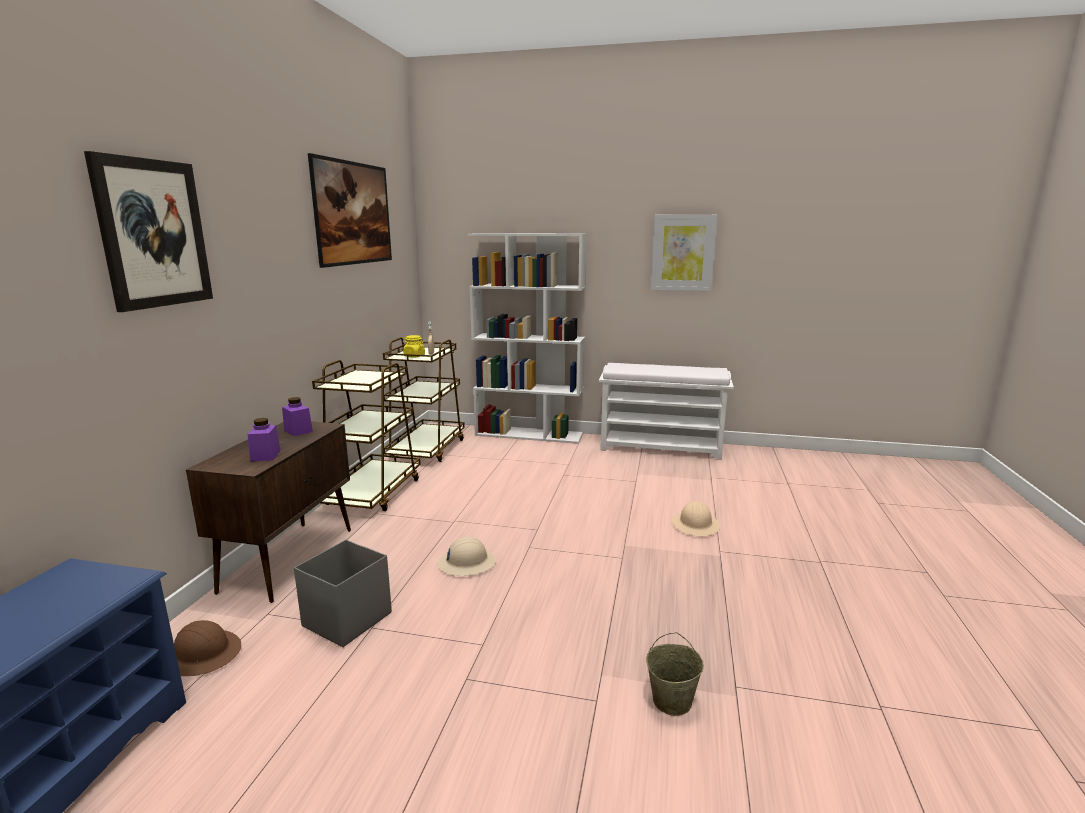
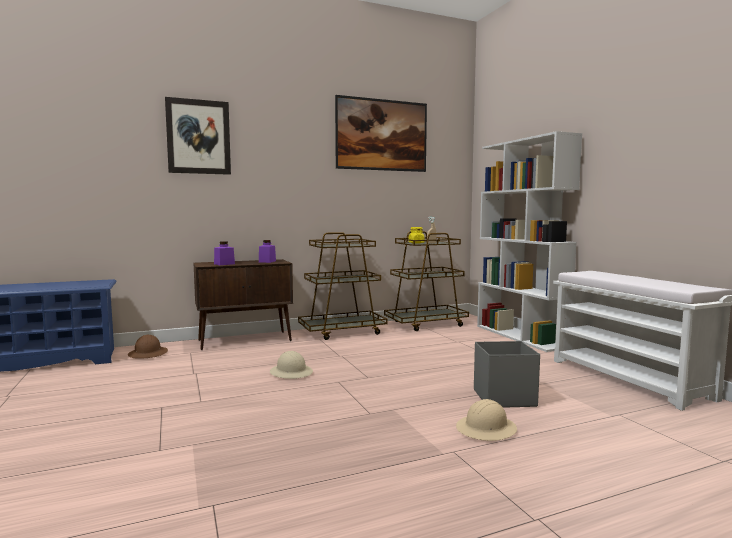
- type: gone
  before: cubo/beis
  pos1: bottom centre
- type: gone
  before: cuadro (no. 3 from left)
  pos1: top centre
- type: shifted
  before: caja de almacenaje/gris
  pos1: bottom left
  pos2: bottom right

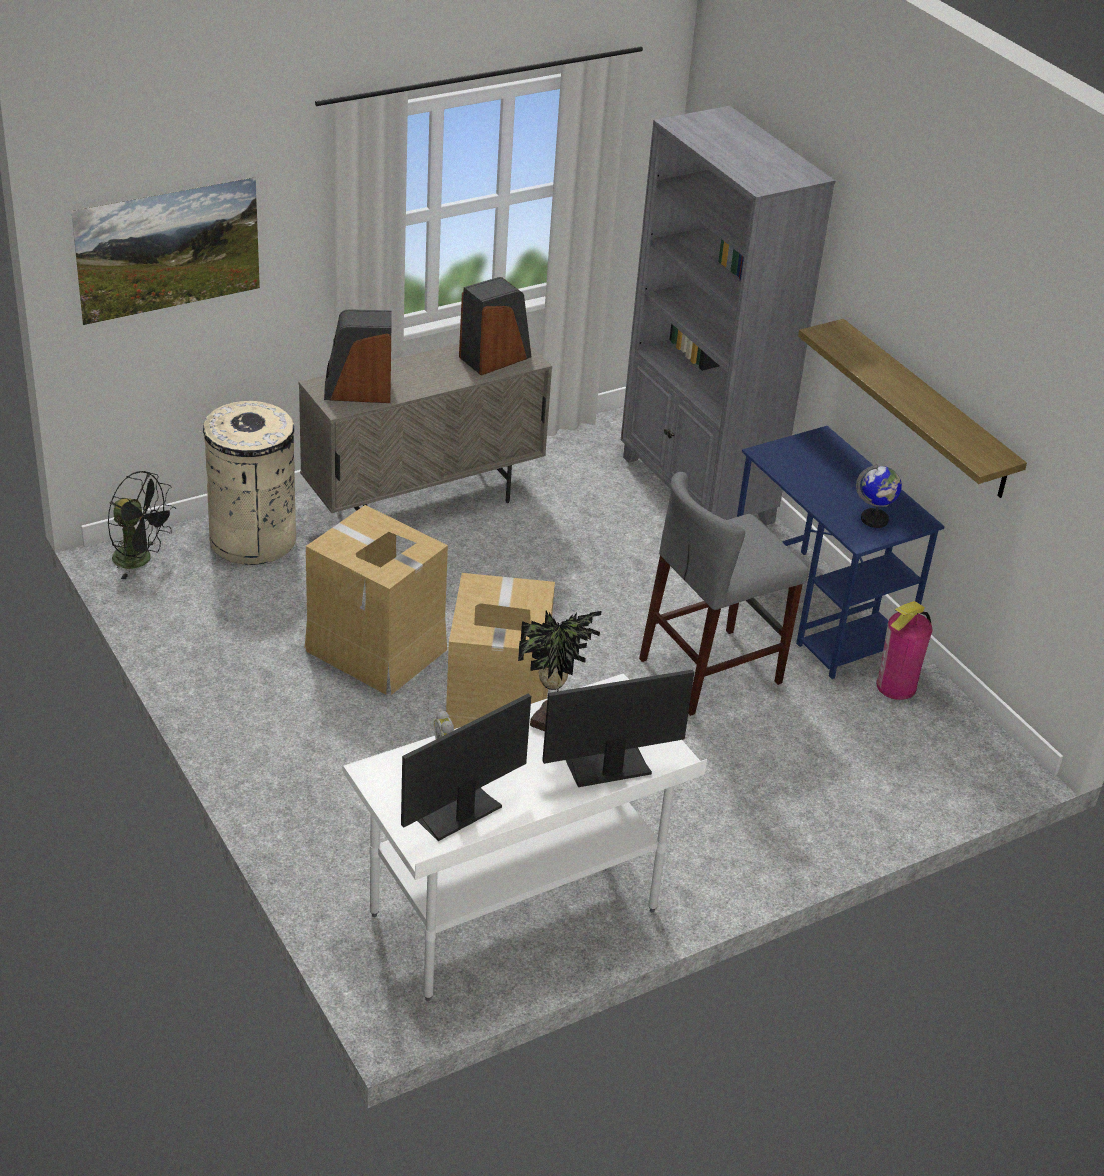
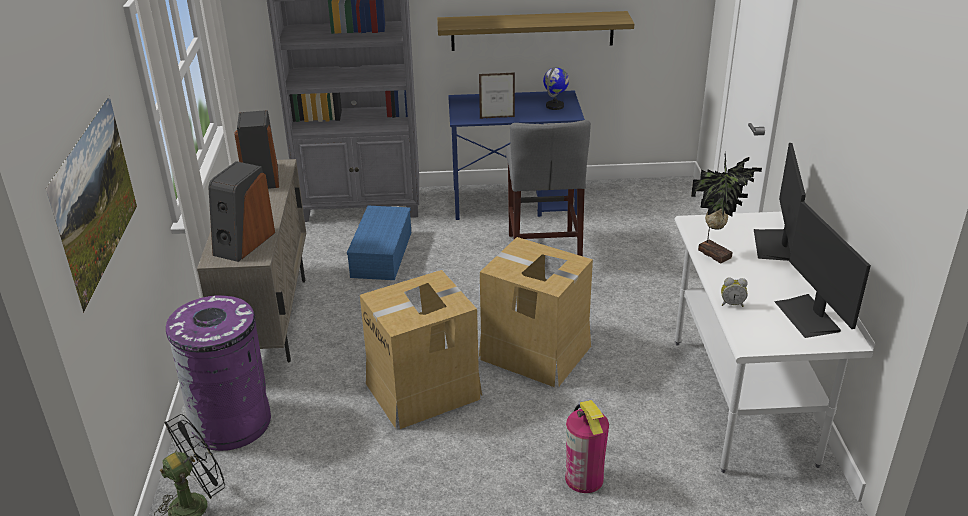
- type: new
  after: caja de almacenaje/azul
  pos2: centre
- type: new
  after: portarretratos
  pos2: top centre
- type: shifted
  before: extintor
  pos1: middle right
  pos2: bottom centre
- type: repainted
  before: papelera/beis
  after: papelera/morado
  pos1: middle left
  pos2: bottom left

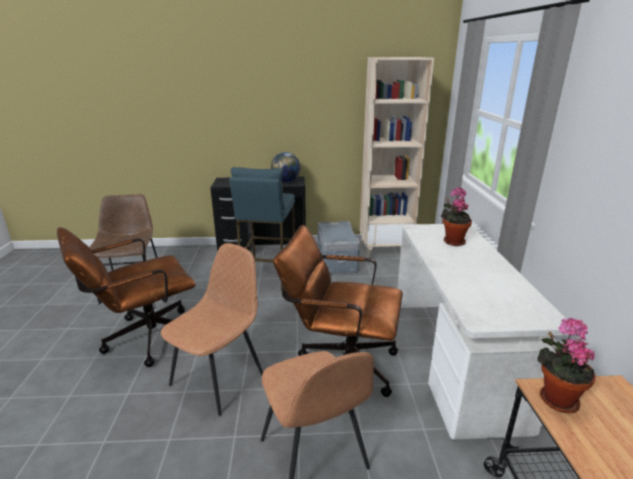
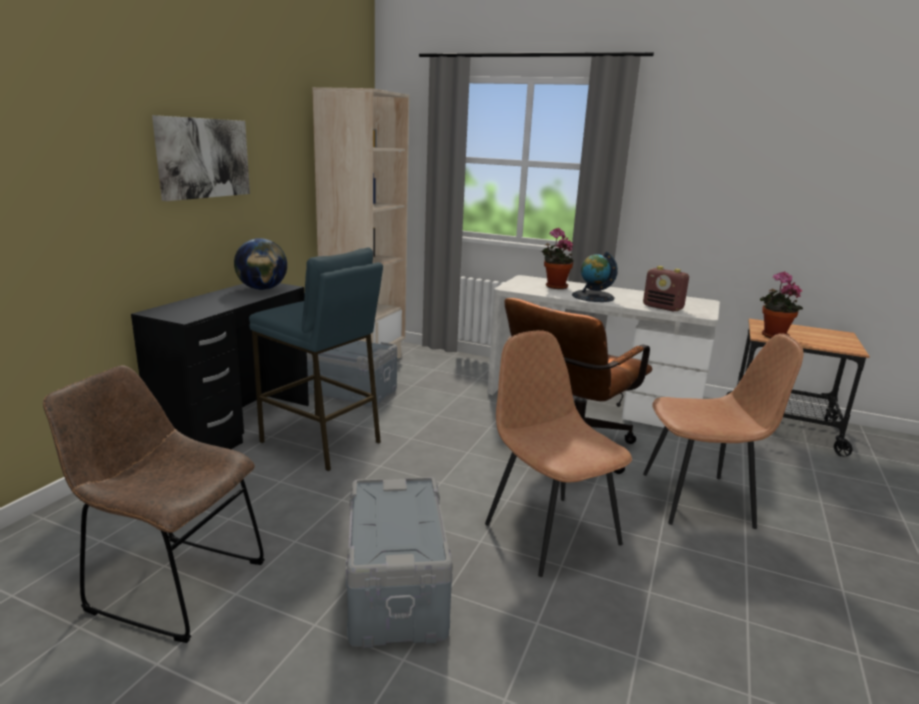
- type: new
  after: cuadro
  pos2: top left
- type: new
  after: globo terráqueo (no. 2 from left)
  pos2: centre
- type: new
  after: radio
  pos2: middle right
- type: swapped
  before: silla de oficina/marrón (no. 1 from left)
  after: caja de almacenaje/gris (no. 2 from left)
  pos1: middle left
  pos2: bottom centre

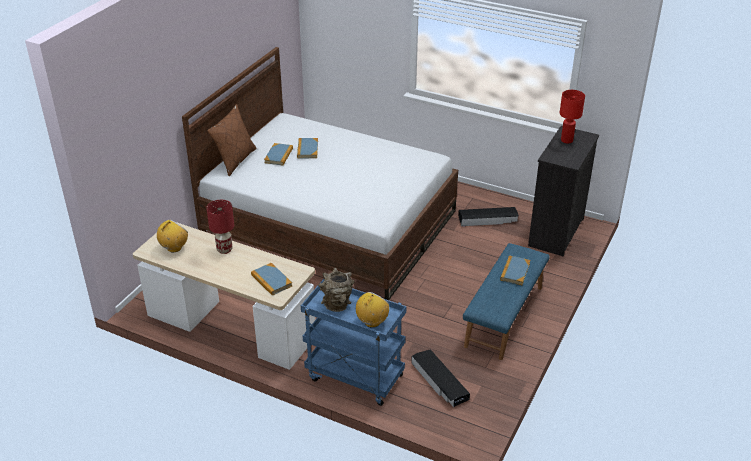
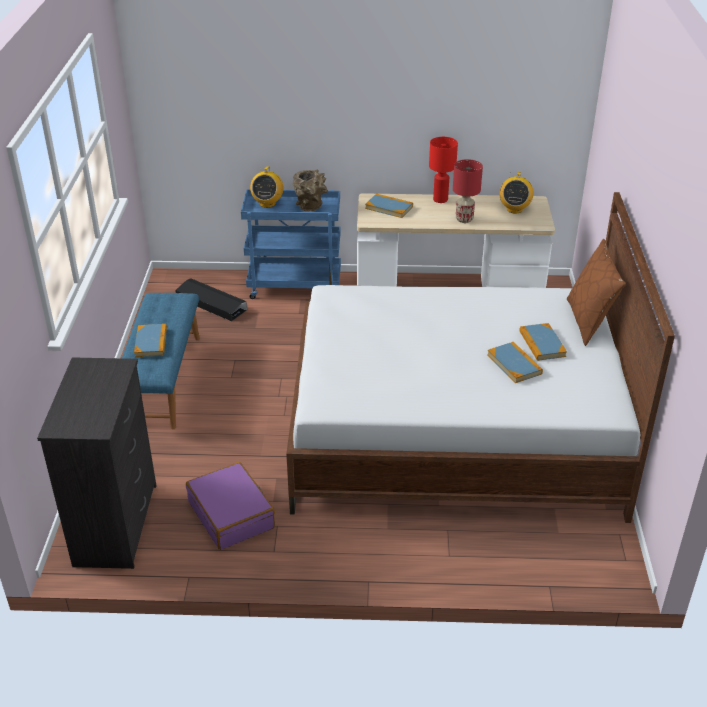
- type: shifted
  before: lámpara de mesa/rojo (no. 2 from left in the first image)
  after: lámpara de mesa/rojo (no. 1 from left)
  pos1: top right
  pos2: top centre
- type: swapped
  before: caja de almacenaje/negro (no. 2 from left)
  after: maleta/morado
  pos1: centre
  pos2: bottom left

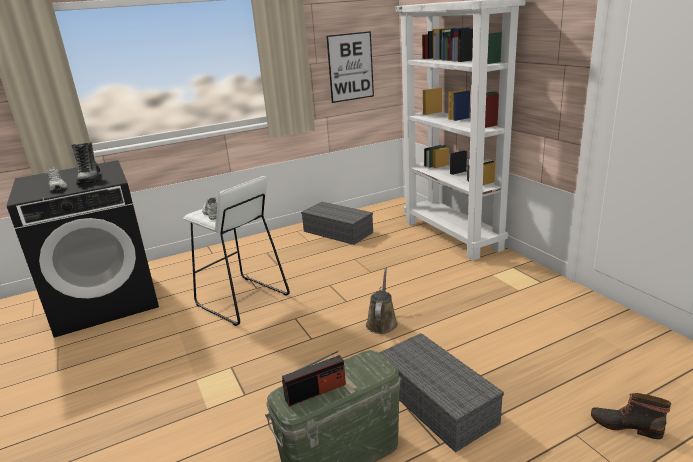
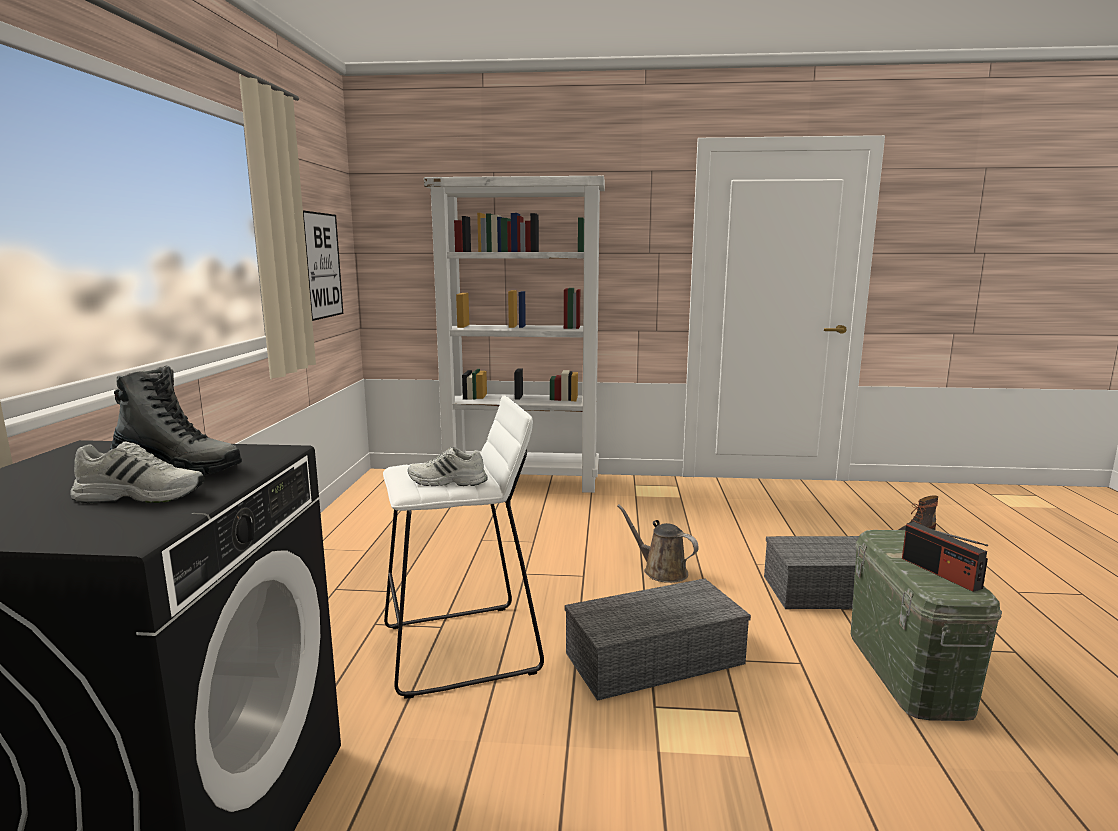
- type: shifted
  before: caja de almacenaje/gris (no. 1 from left)
  pos1: centre
  pos2: bottom centre
- type: rotated
  before: radio
  pos1: bottom centre
  pos2: bottom right
  turn: 150

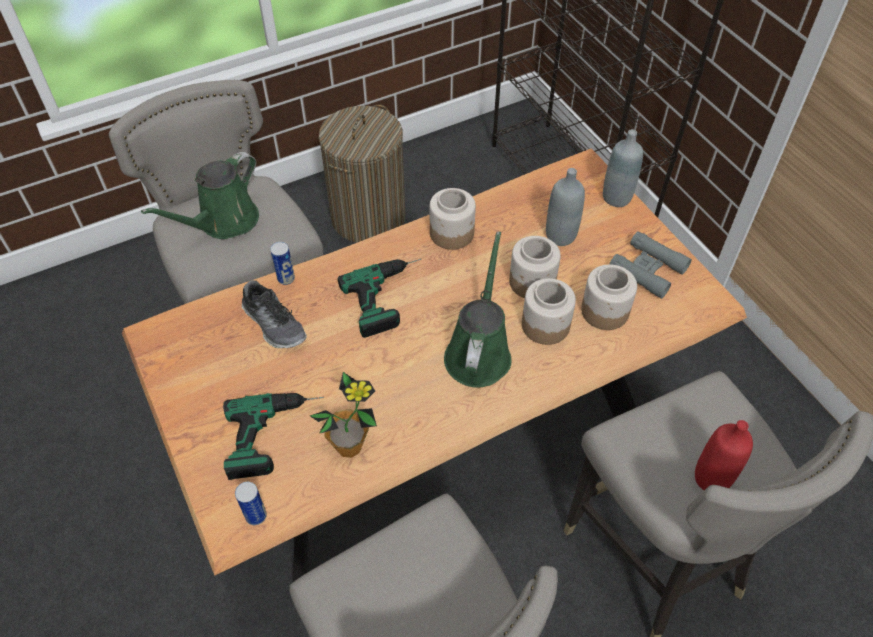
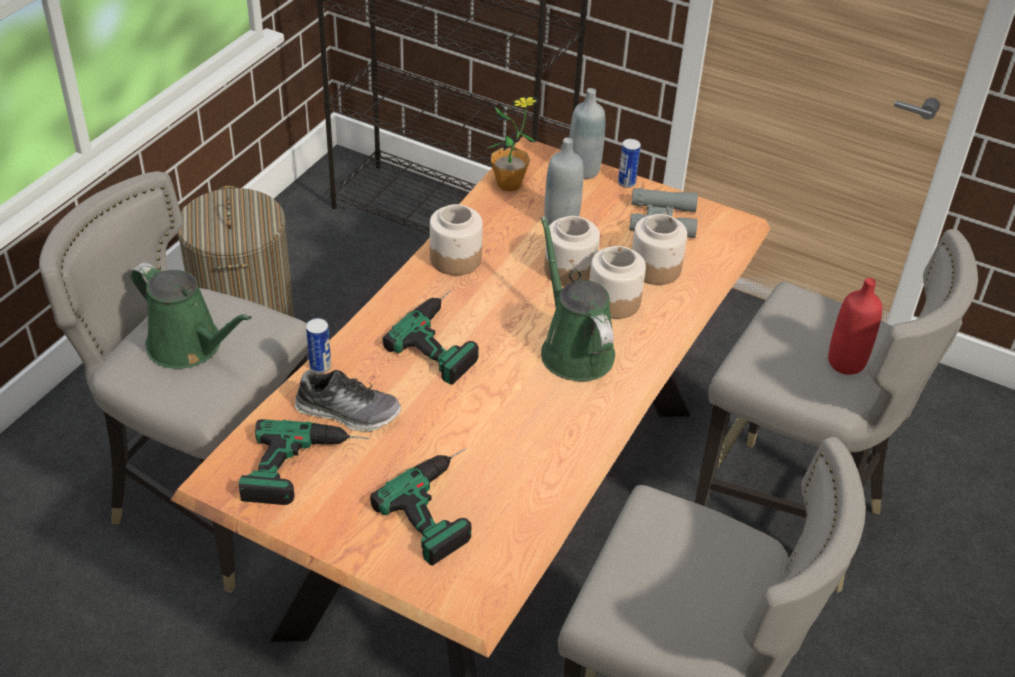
- type: new
  after: taladro (no. 1 from left)
  pos2: bottom left
- type: shifted
  before: lata (no. 1 from left in the first image)
  after: lata (no. 2 from left)
  pos1: bottom left
  pos2: top centre
- type: shifted
  before: planta en maceta
  pos1: centre
  pos2: top centre
- type: rotated
  before: regadera/verde (no. 1 from left)
  pos1: top left
  pos2: middle left
  turn: -60

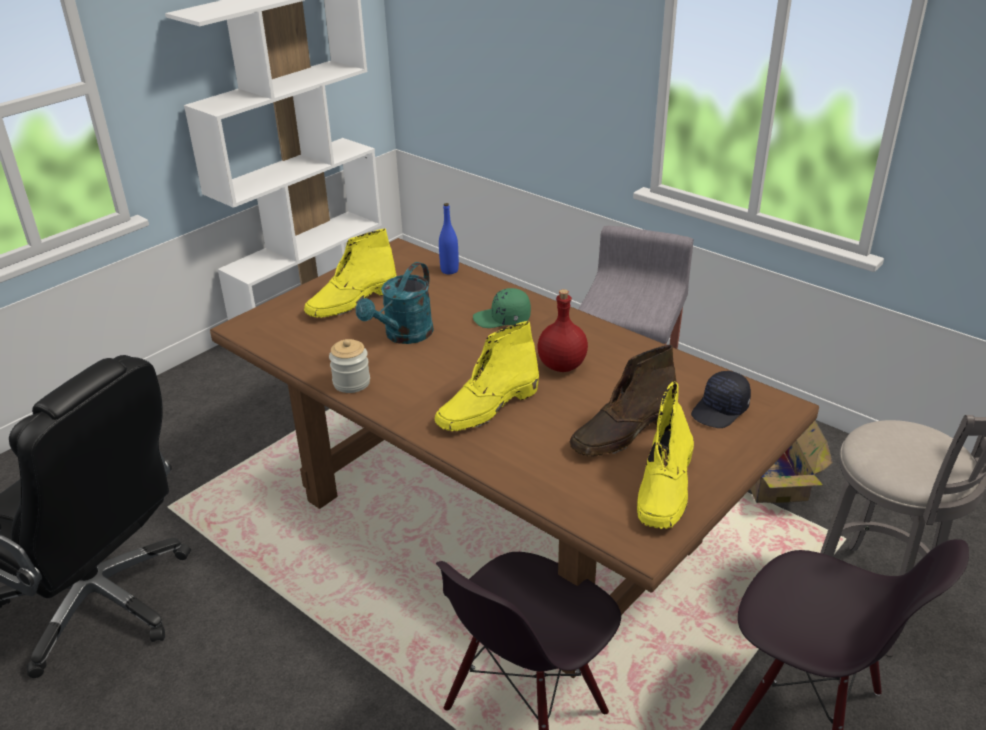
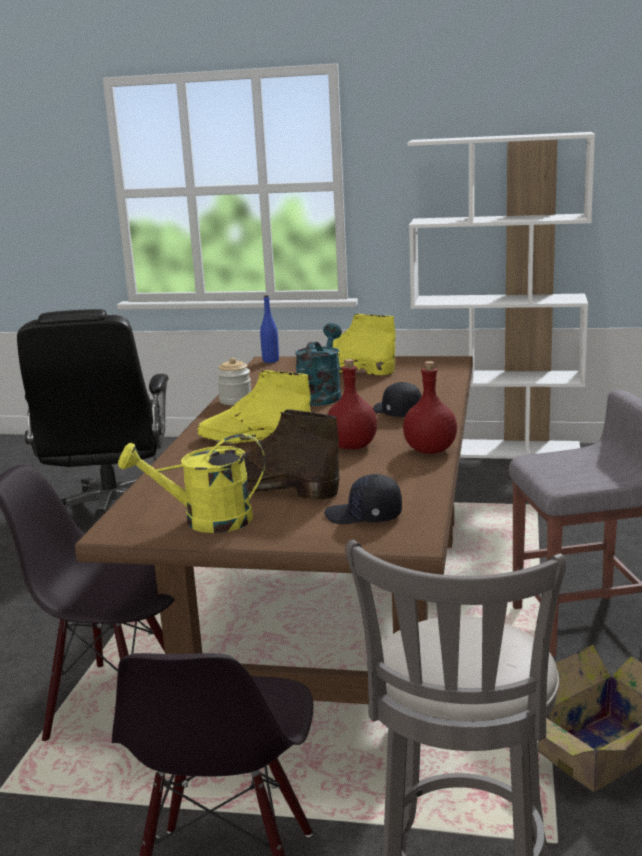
- type: new
  after: botella/rojo (no. 2 from left)
  pos2: middle right
- type: shifted
  before: botella/azul
  pos1: top centre
  pos2: centre
- type: swapped
  before: bota/amarillo (no. 3 from left)
  after: regadera/amarillo
  pos1: middle right
  pos2: middle left
- type: repainted
  before: gorra/verde
  after: gorra/negro (no. 2 from left)
  pos1: centre
  pos2: centre
- type: rotated
  before: regadera/turquesa
  pos1: centre
  pos2: centre
  turn: 105

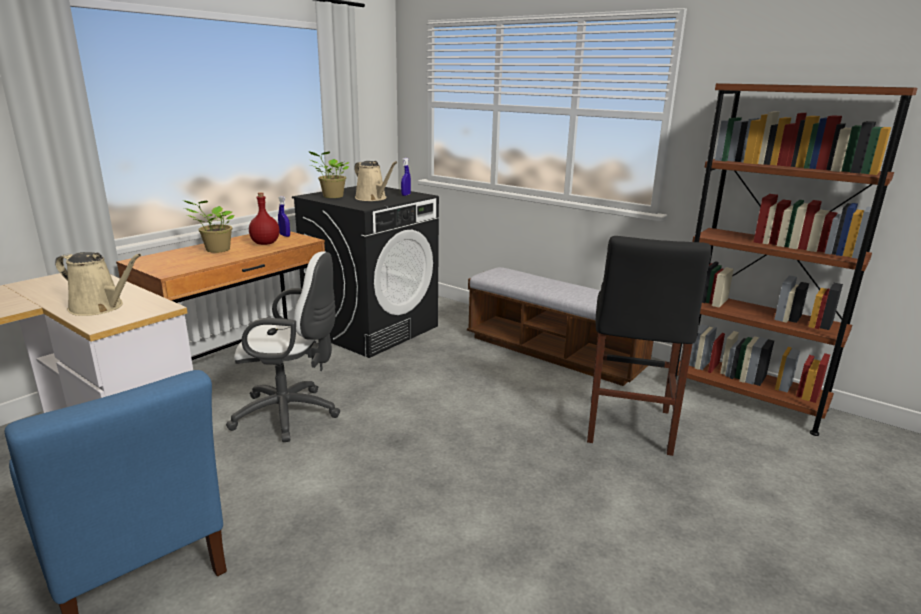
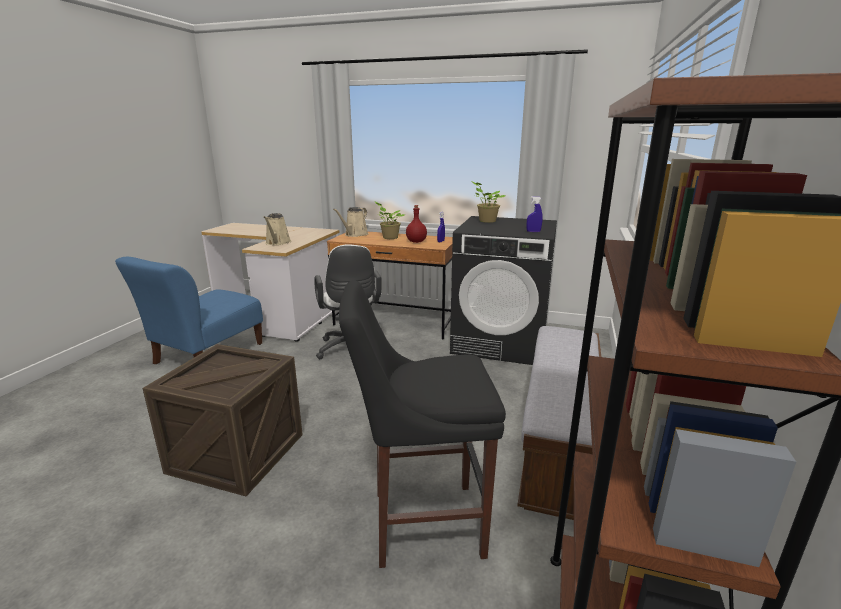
- type: new
  after: caja de embalaje
  pos2: bottom left
- type: shifted
  before: regadera/beis (no. 2 from left)
  pos1: top centre
  pos2: centre

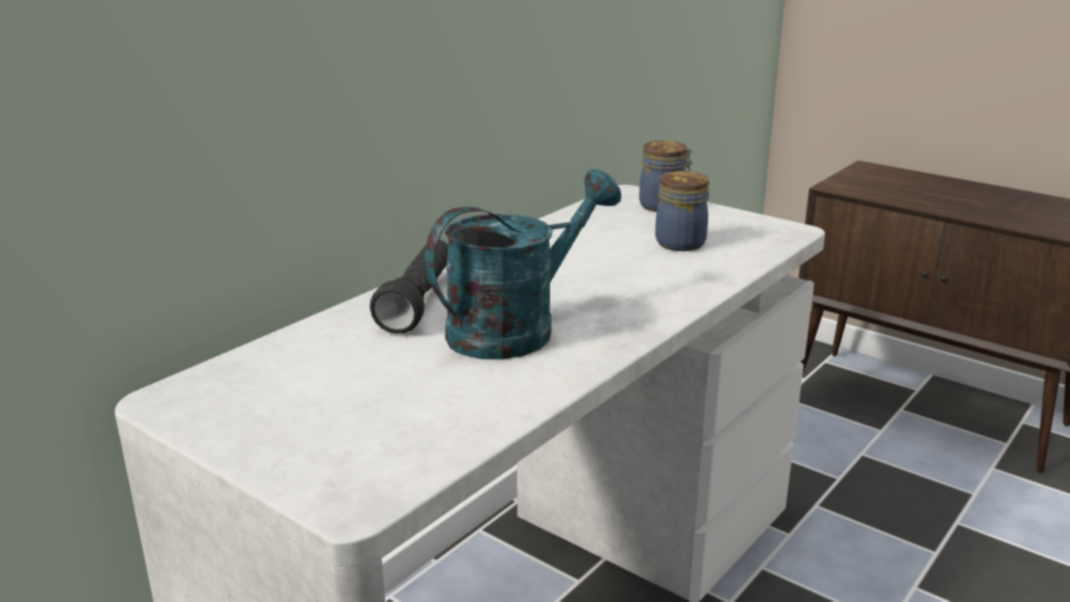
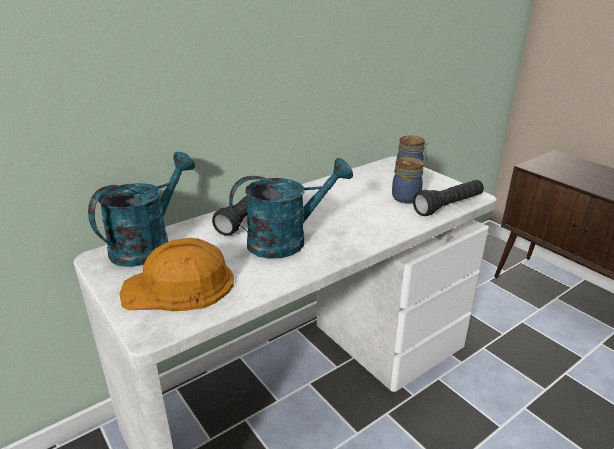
- type: new
  after: regadera/turquesa (no. 1 from left)
  pos2: middle left
- type: new
  after: casco/naranja
  pos2: middle left
- type: new
  after: linterna/negro (no. 2 from left)
  pos2: middle right

